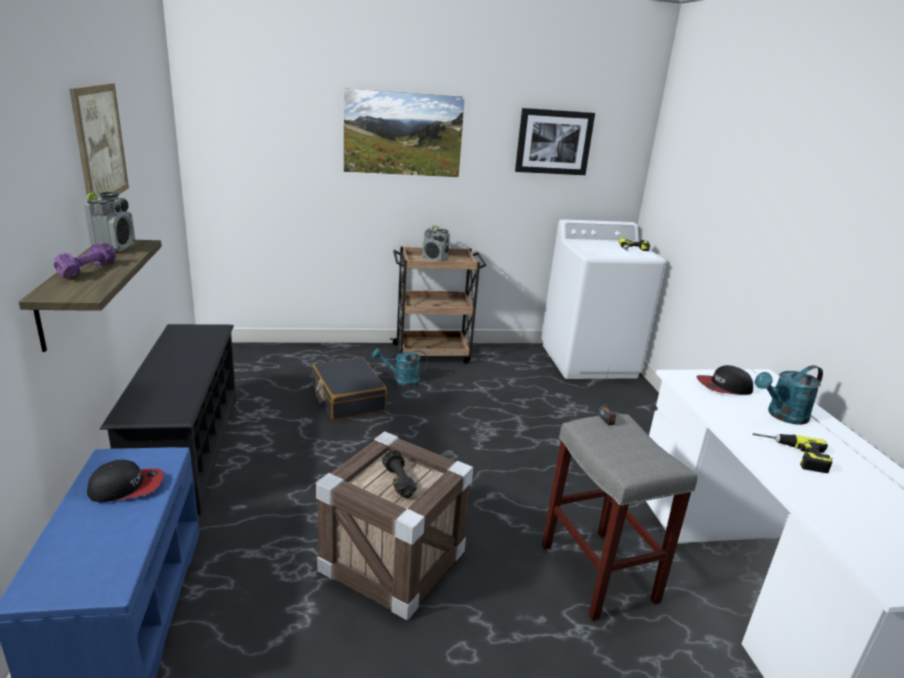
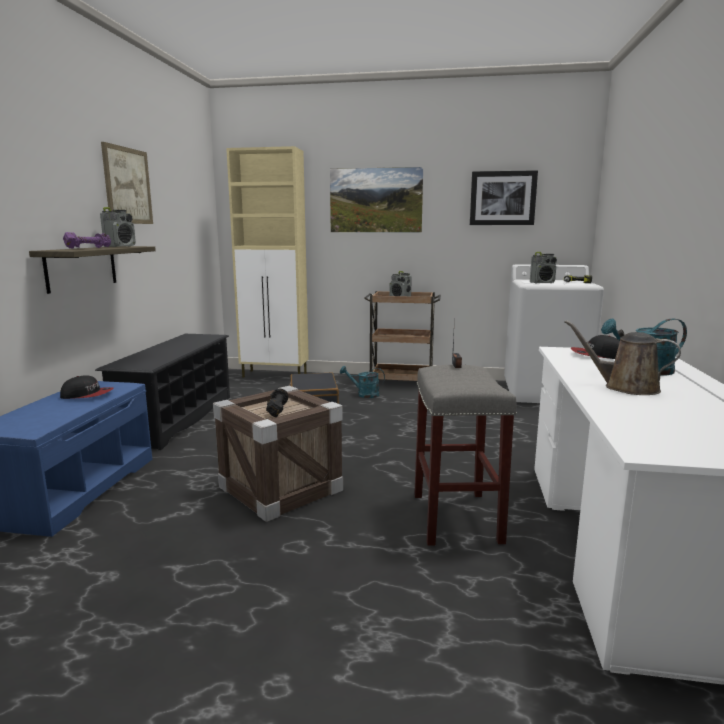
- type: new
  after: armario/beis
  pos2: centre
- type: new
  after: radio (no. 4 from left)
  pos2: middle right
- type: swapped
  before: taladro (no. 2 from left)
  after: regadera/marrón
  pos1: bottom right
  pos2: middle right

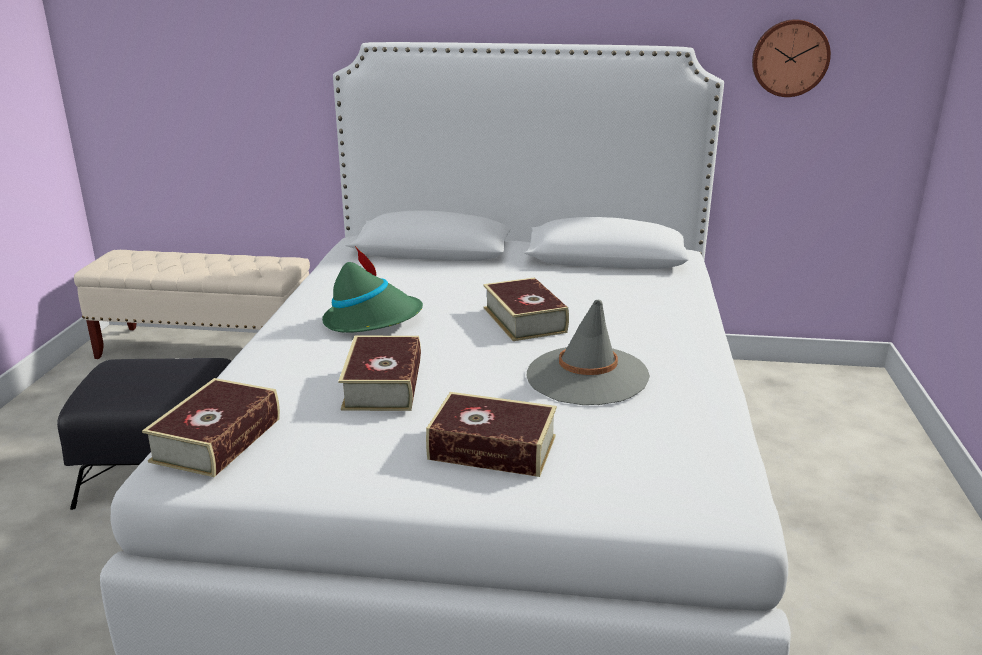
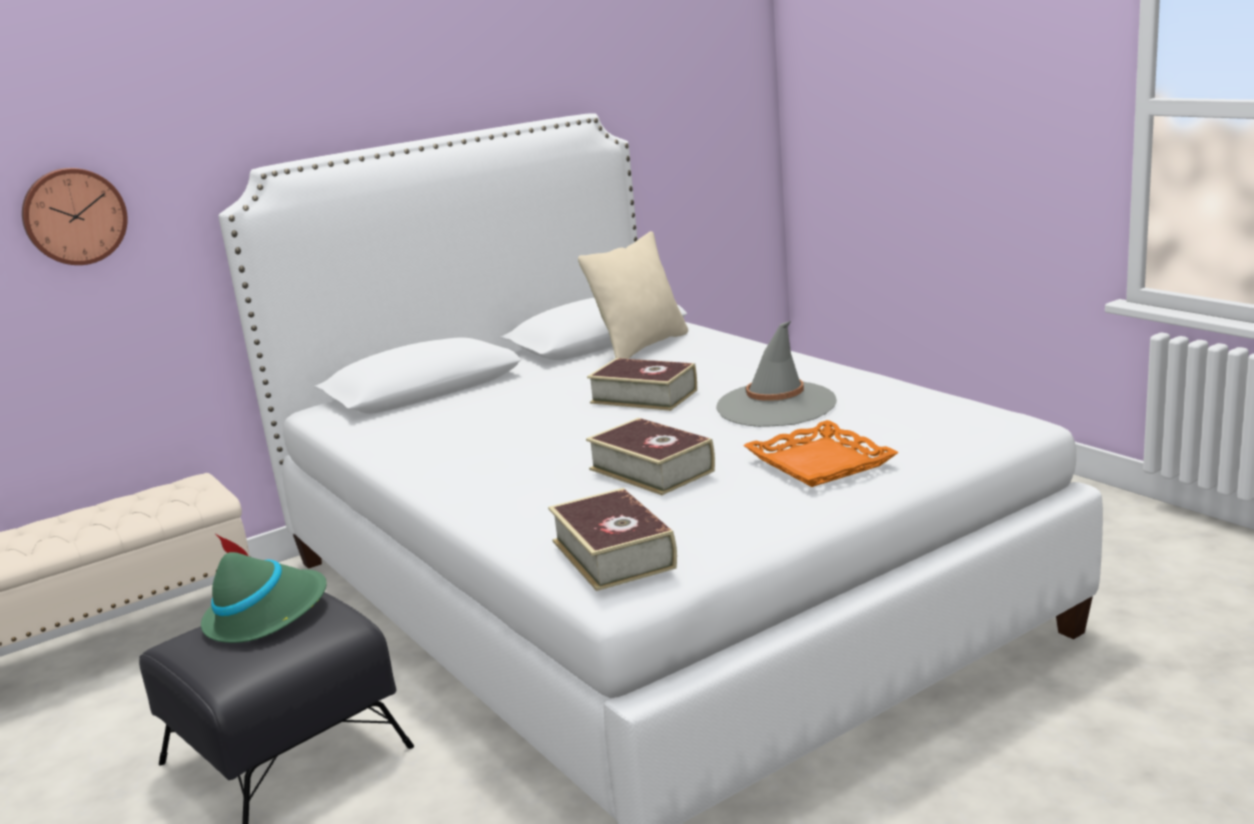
- type: new
  after: cojín/beis
  pos2: centre
- type: shifted
  before: sombrero/verde
  pos1: centre
  pos2: bottom left
- type: shifted
  before: reloj de pared
  pos1: top right
  pos2: top left
- type: swapped
  before: libro (no. 3 from left)
  after: bandeja/naranja
  pos1: centre
  pos2: centre

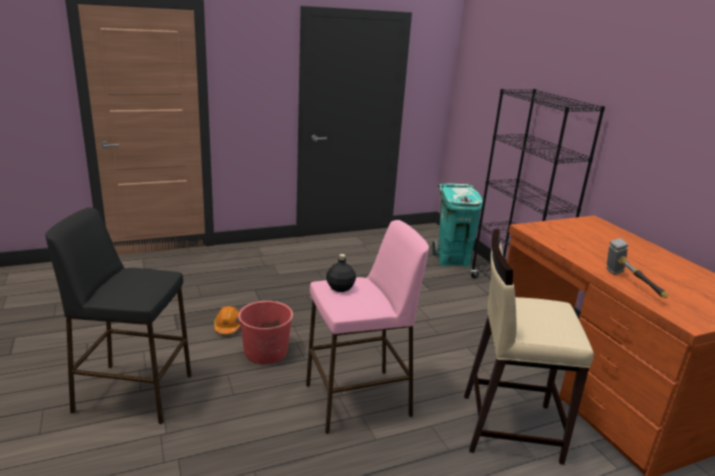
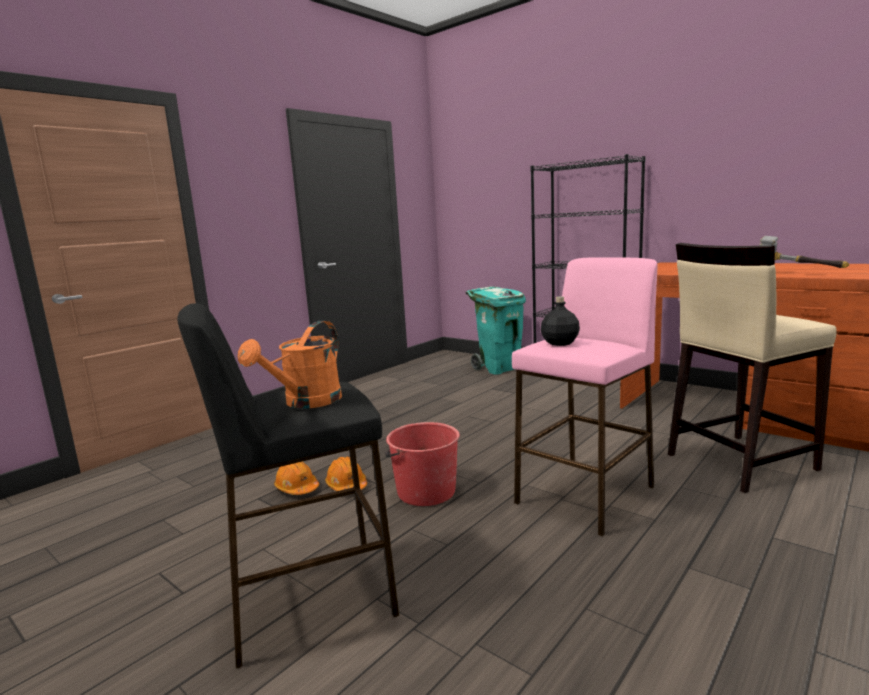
- type: new
  after: regadera/naranja
  pos2: centre
- type: new
  after: casco/naranja (no. 1 from left)
  pos2: bottom centre

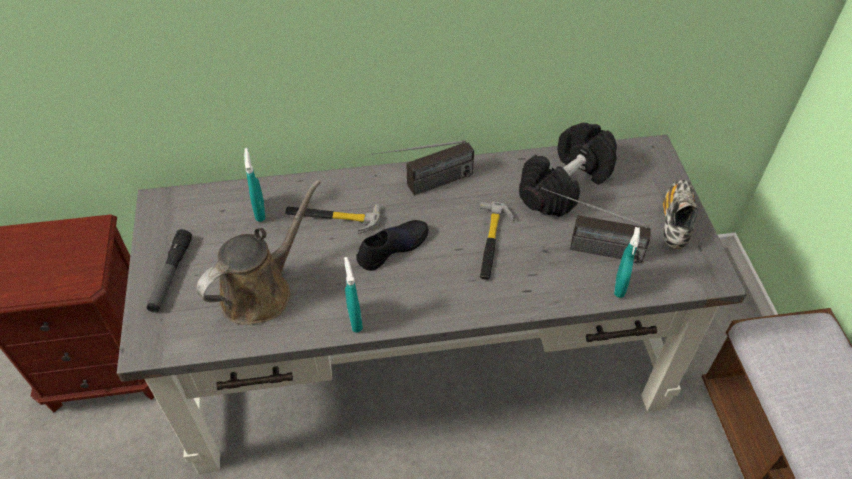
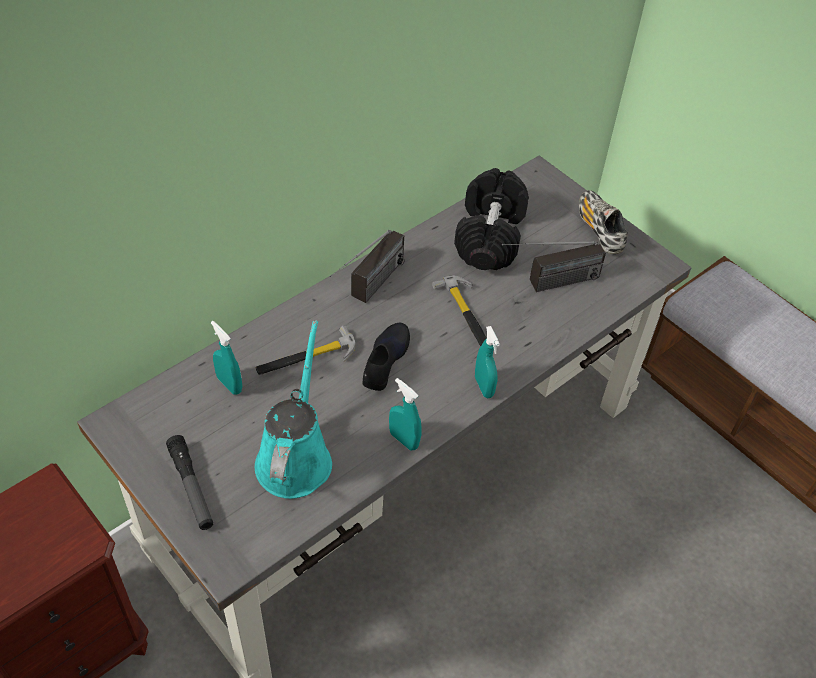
- type: shifted
  before: pulverizador/turquesa (no. 3 from left)
  pos1: middle right
  pos2: centre
- type: repainted
  before: regadera/marrón
  after: regadera/turquesa
  pos1: middle left
  pos2: centre

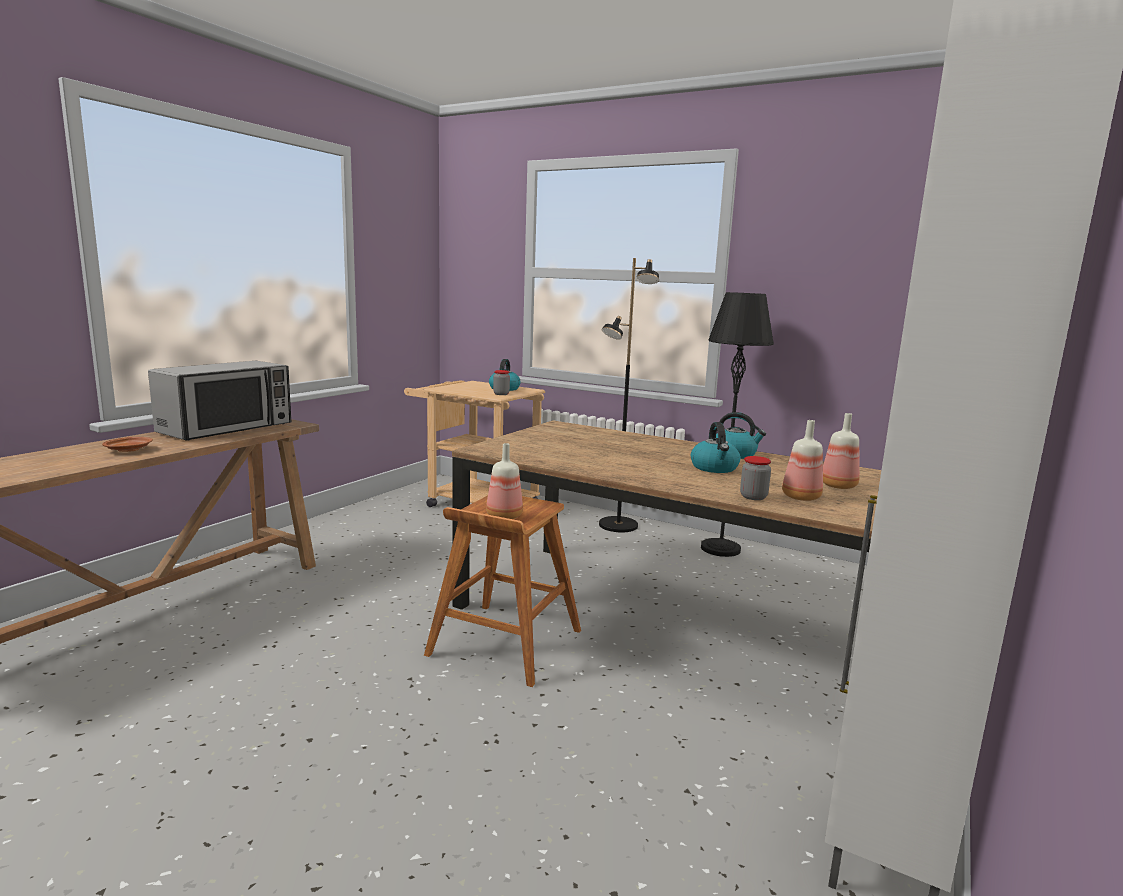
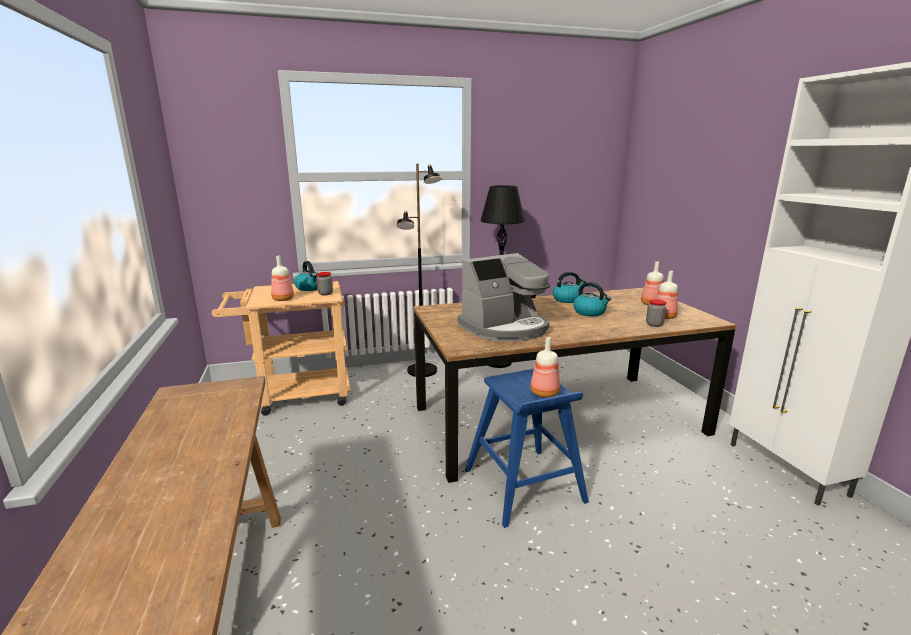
- type: gone
  before: plato/marrón
  pos1: middle left
- type: gone
  before: microondas
  pos1: middle left
- type: new
  after: botella (no. 1 from left)
  pos2: middle left
- type: new
  after: cafetera
  pos2: centre
- type: repainted
  before: taburete/marrón
  after: taburete/azul
  pos1: centre
  pos2: bottom centre

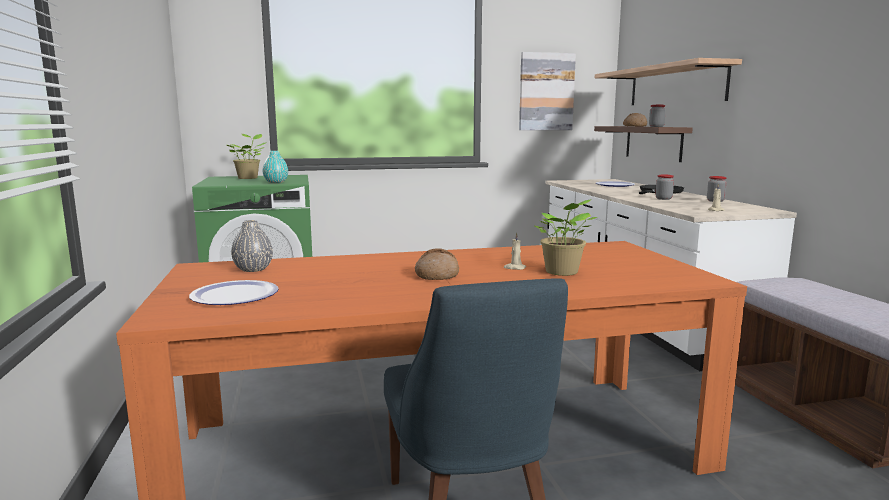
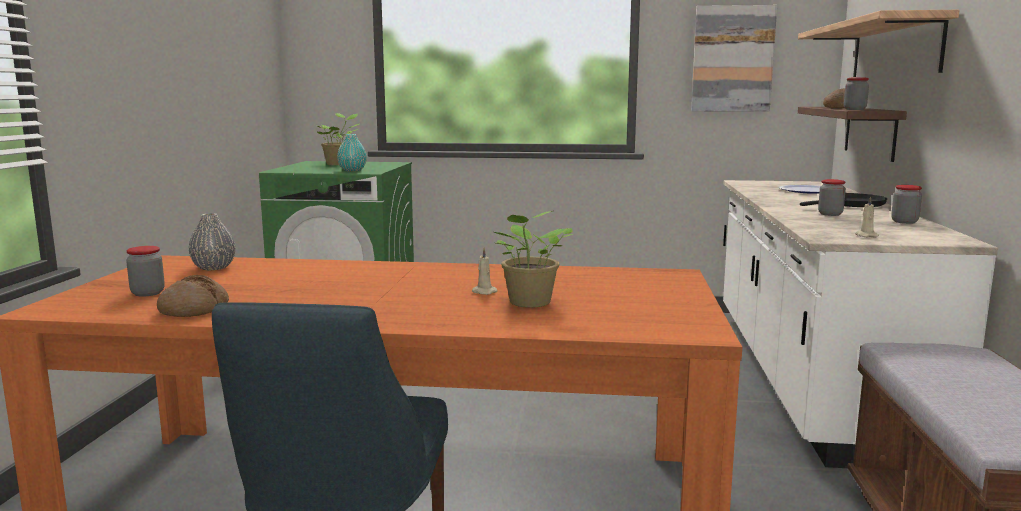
- type: shifted
  before: pan (no. 1 from left)
  pos1: centre
  pos2: middle left
- type: swapped
  before: plato (no. 1 from left)
  after: tarro (no. 1 from left)
  pos1: middle left
  pos2: middle left

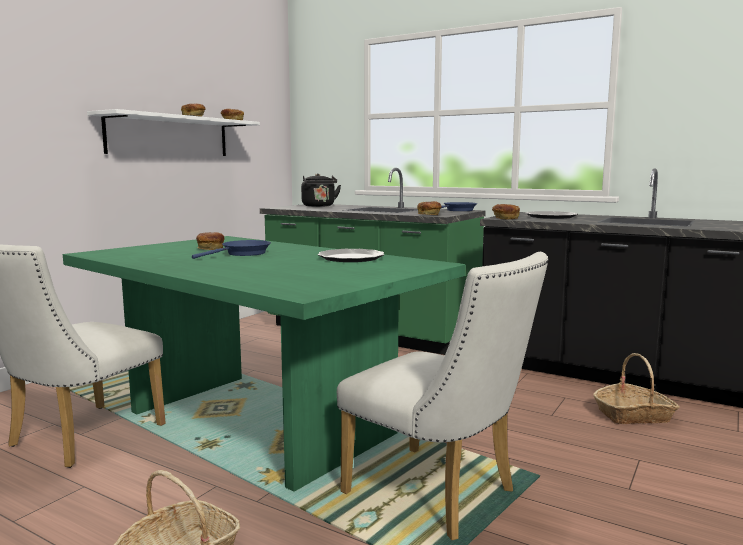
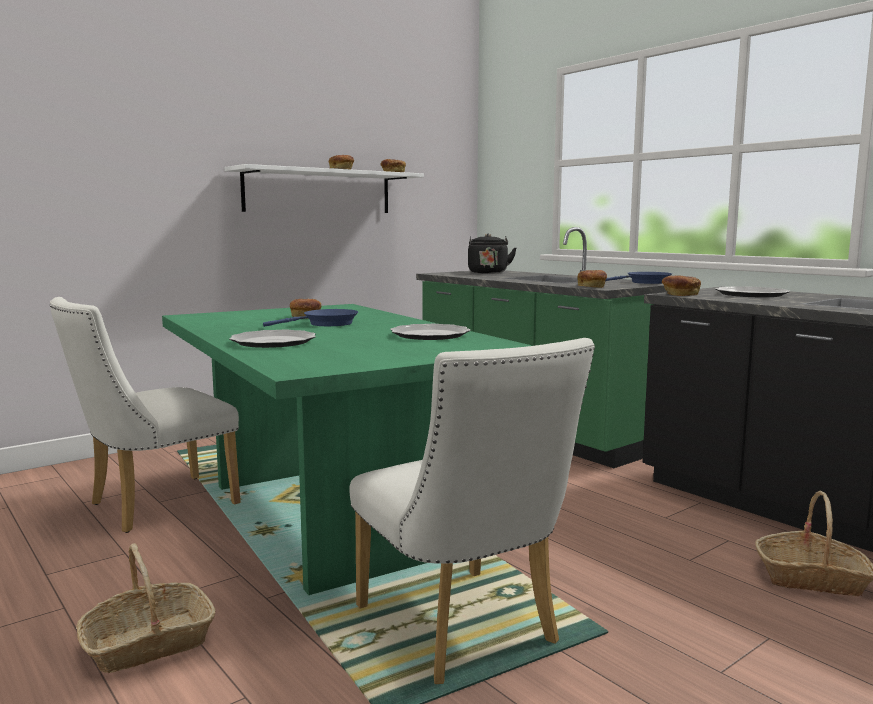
- type: new
  after: plato (no. 1 from left)
  pos2: middle left

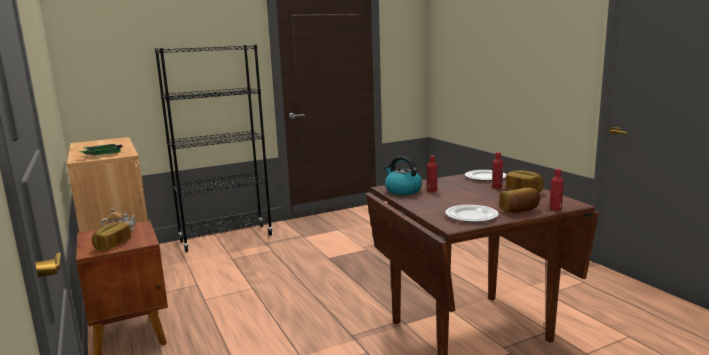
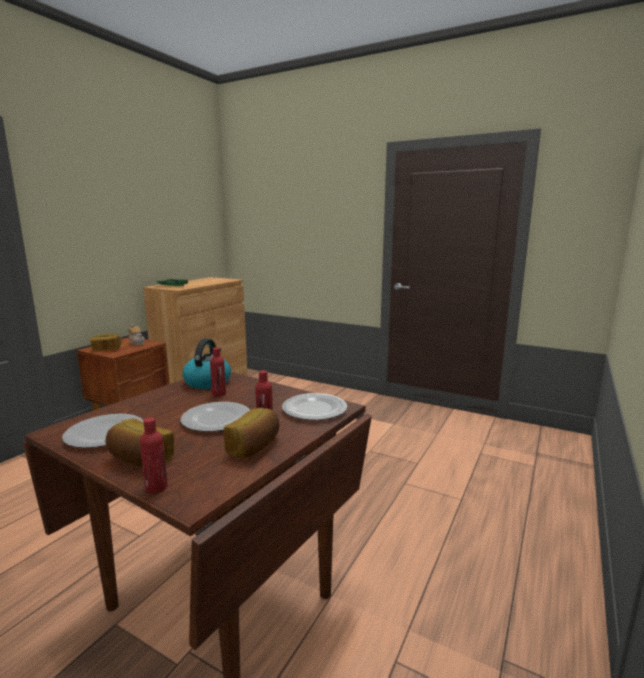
- type: gone
  before: estantería/negro
  pos1: middle left
- type: new
  after: plato (no. 2 from left)
  pos2: centre

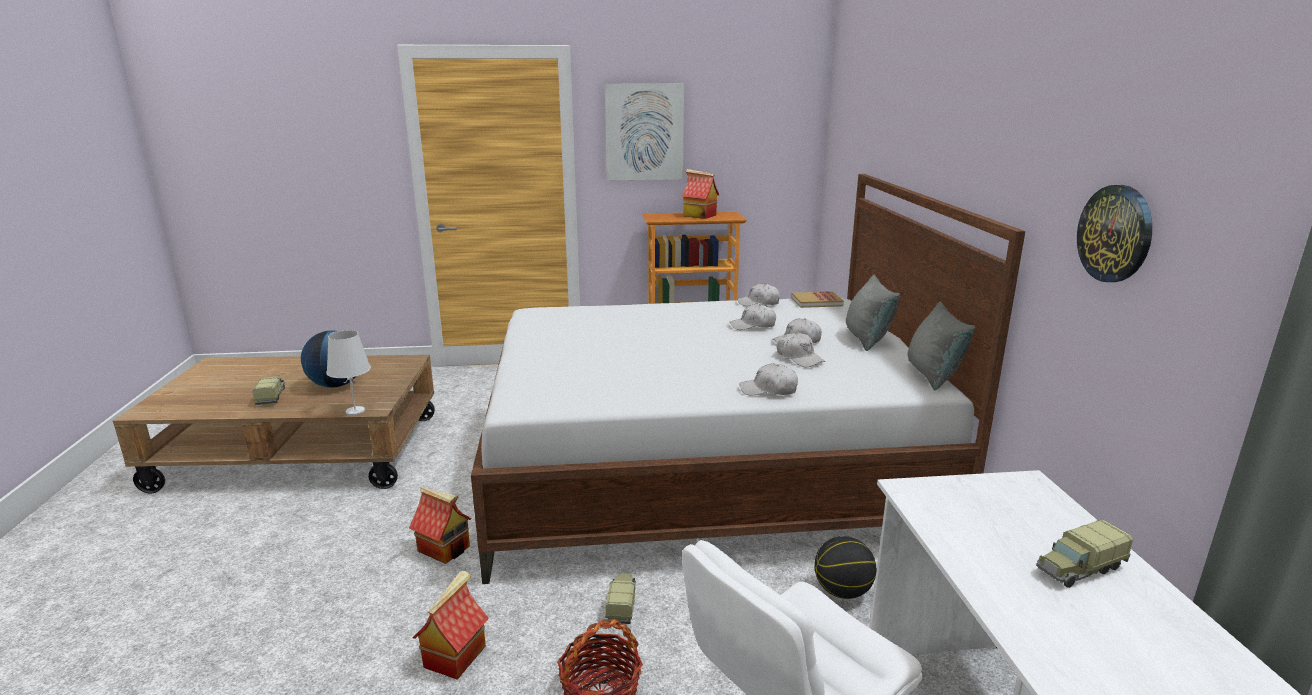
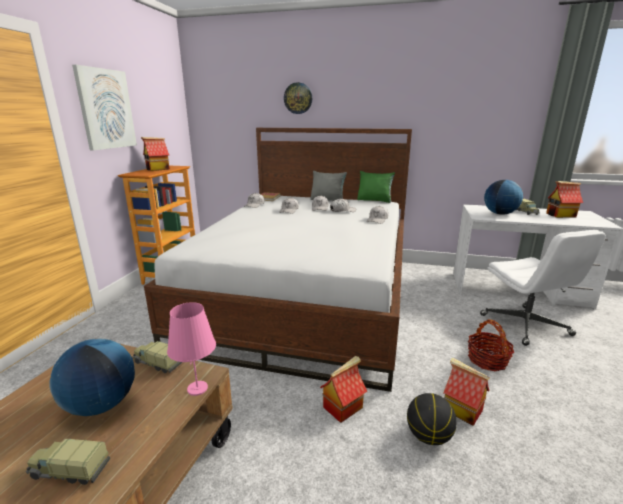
- type: new
  after: globo terráqueo (no. 2 from left)
  pos2: middle right
- type: new
  after: casita (no. 4 from left)
  pos2: middle right
- type: shifted
  before: camión de juguete (no. 2 from left)
  pos1: bottom centre
  pos2: bottom left
- type: shifted
  before: balón de baloncesto
  pos1: bottom centre
  pos2: bottom right
- type: shifted
  before: reloj de pared
  pos1: middle right
  pos2: top centre
- type: repainted
  before: lámpara de mesa/blanco
  after: lámpara de mesa/rosa
  pos1: middle left
  pos2: bottom left
- type: repainted
  before: cojín/gris (no. 2 from left)
  after: cojín/verde
  pos1: middle right
  pos2: centre

